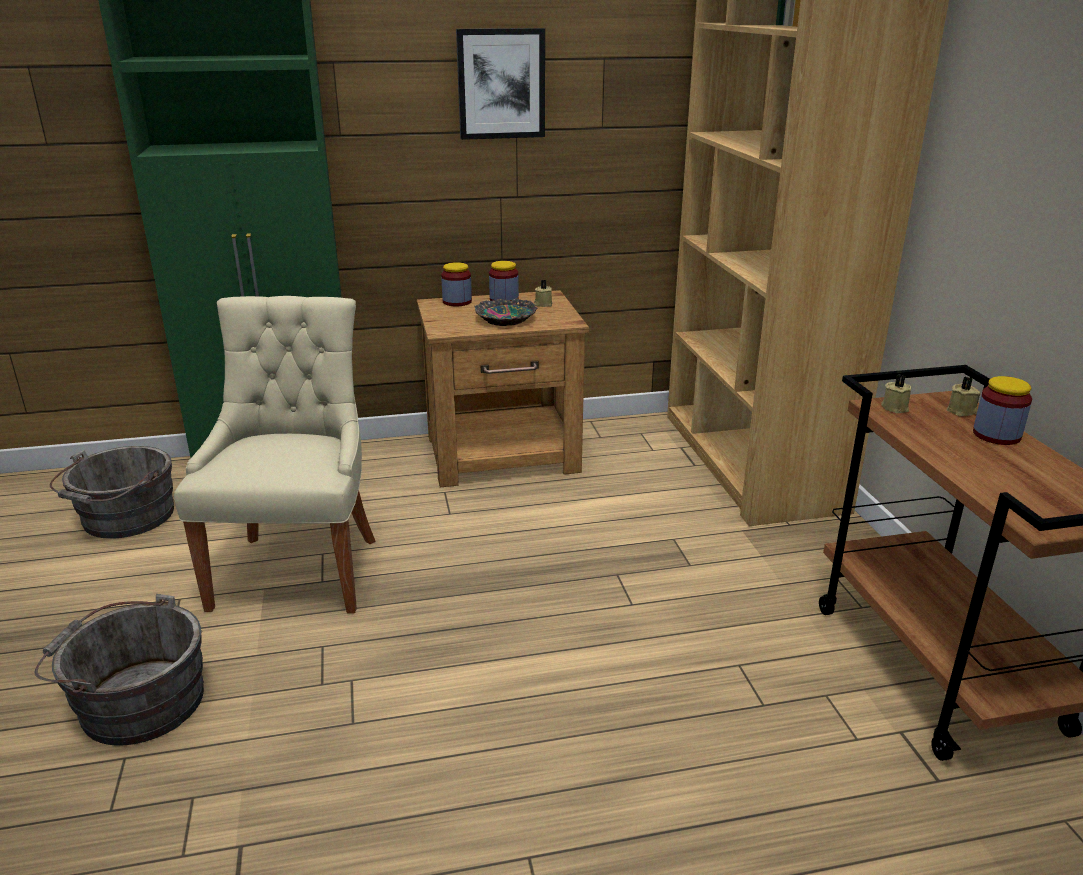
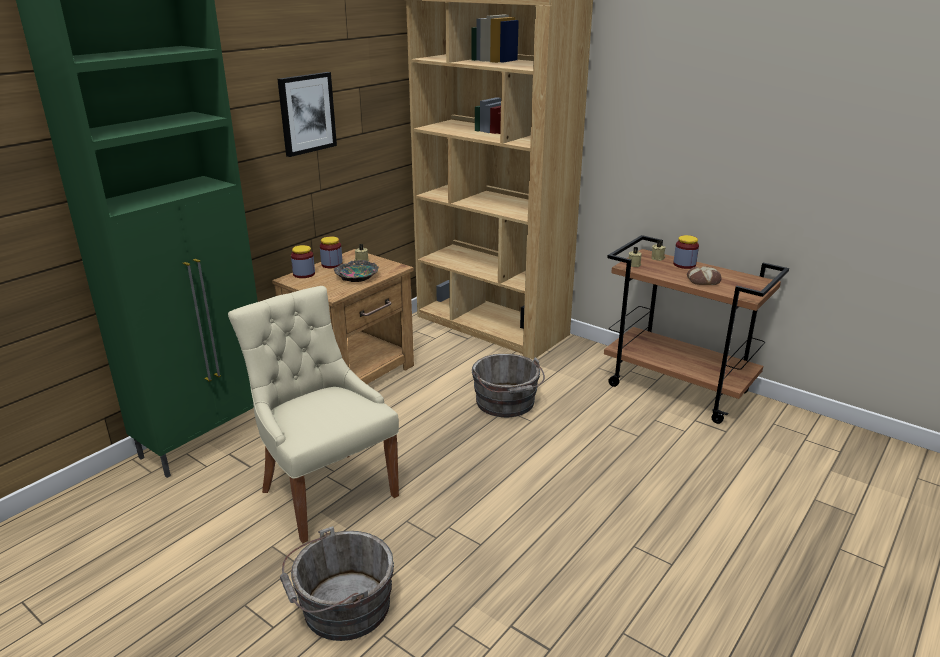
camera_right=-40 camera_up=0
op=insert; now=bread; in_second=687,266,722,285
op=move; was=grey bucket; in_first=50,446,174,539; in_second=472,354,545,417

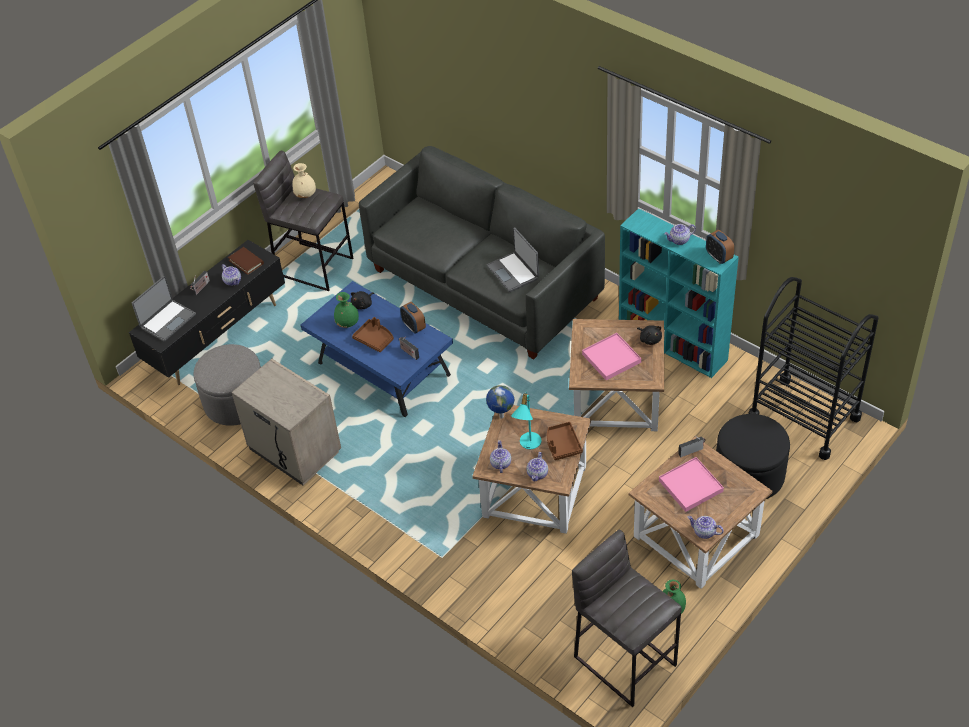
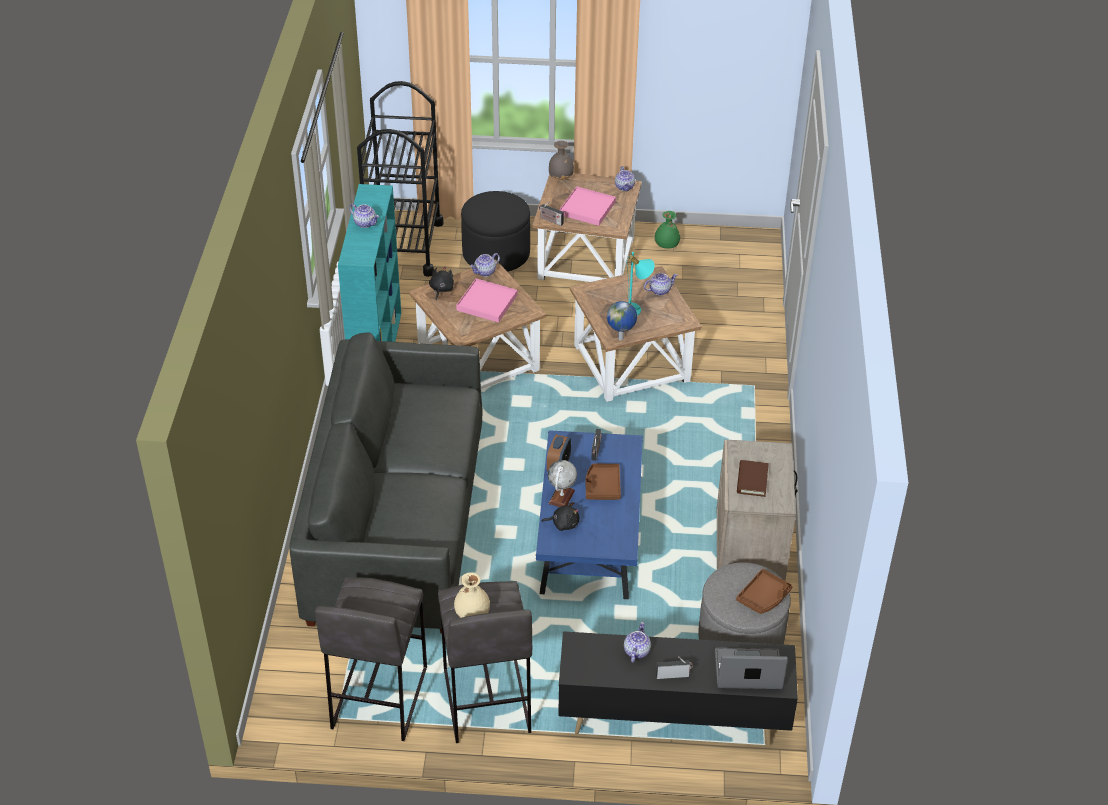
camera_right=-130 camera_up=-5
op=delete; was=green vase; in_first=334,292,359,328
op=delete; was=laptop; in_first=487,227,539,292
op=delete; was=alarm clock; in_first=706,230,734,264
op=insert; now=globe; in_second=548,460,577,507
op=insert; now=grey vase; in_second=549,141,574,179
op=move; was=brown book; in_first=228,247,264,275; in_second=737,460,769,497
op=move; was=teapot; in_first=490,440,511,473; in_second=470,253,500,277
op=move; was=brown tray; in_first=547,422,583,460; in_second=736,569,793,614
op=move; was=grey stool; in_first=572,530,682,707; in_second=315,577,427,741

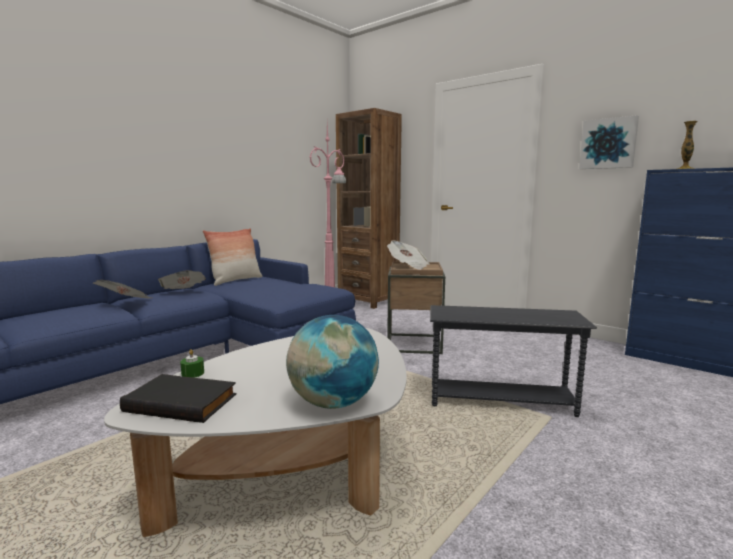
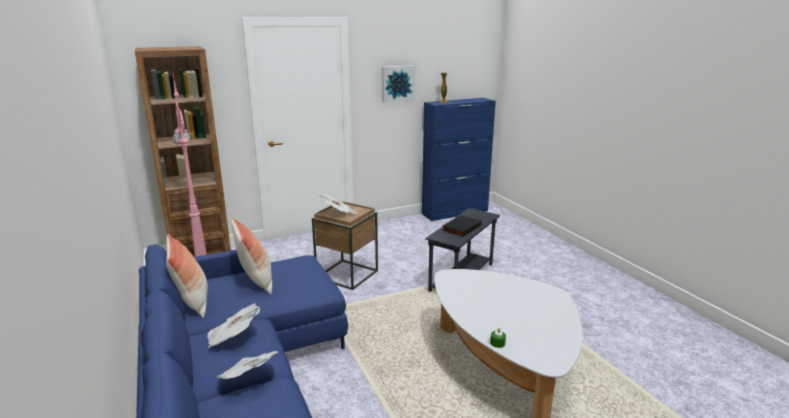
camera_right=-65 camera_up=10
op=delete; was=globe; in_first=286,315,379,409
op=insert; now=pillow; in_second=231,217,272,294
op=move; was=black book; in_first=120,374,237,423; in_second=442,215,482,237

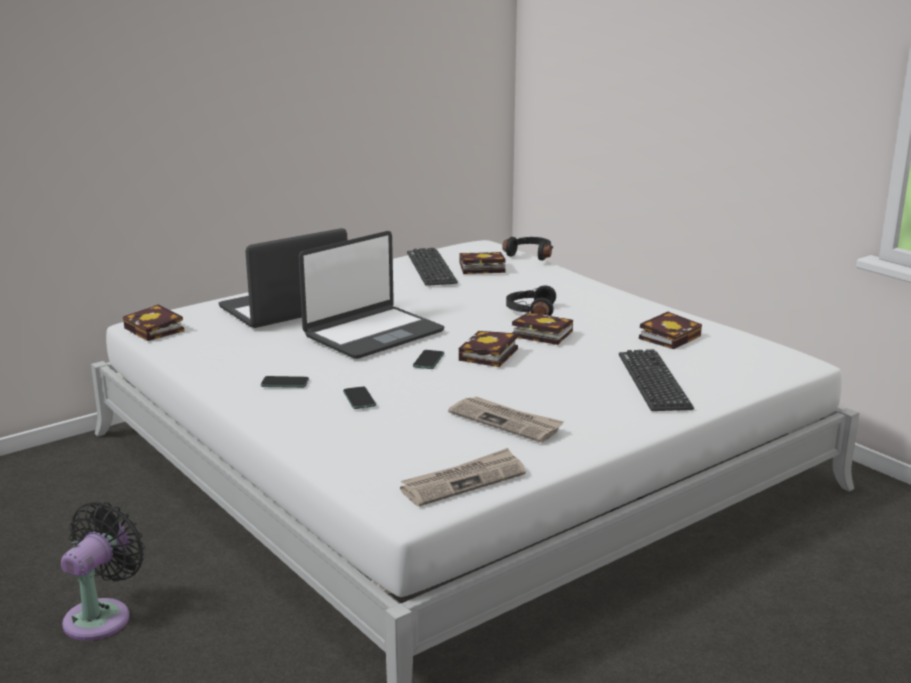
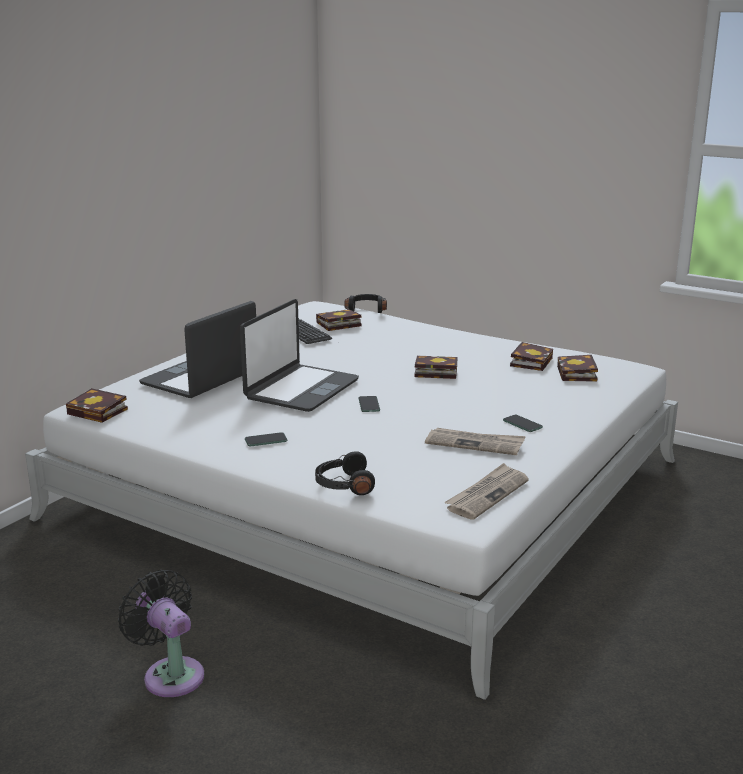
camera_right=-20 camera_up=0
op=delete; was=keyboard; in_first=619,349,694,411
op=move; was=phone; in_first=343,386,376,409; in_second=503,415,543,432
op=move; was=book; in_first=459,331,518,367; in_second=557,355,598,382
op=move; was=black headphones; in_first=506,286,556,316; in_second=315,451,375,495
op=rotate; was=black fan; in_first=61,501,145,641; in_second=118,569,204,697; clockwise=-45

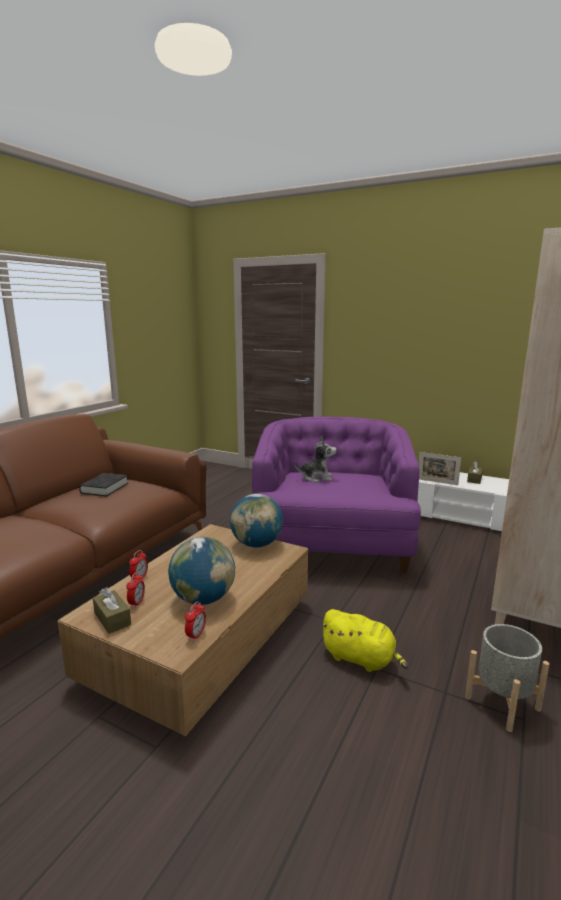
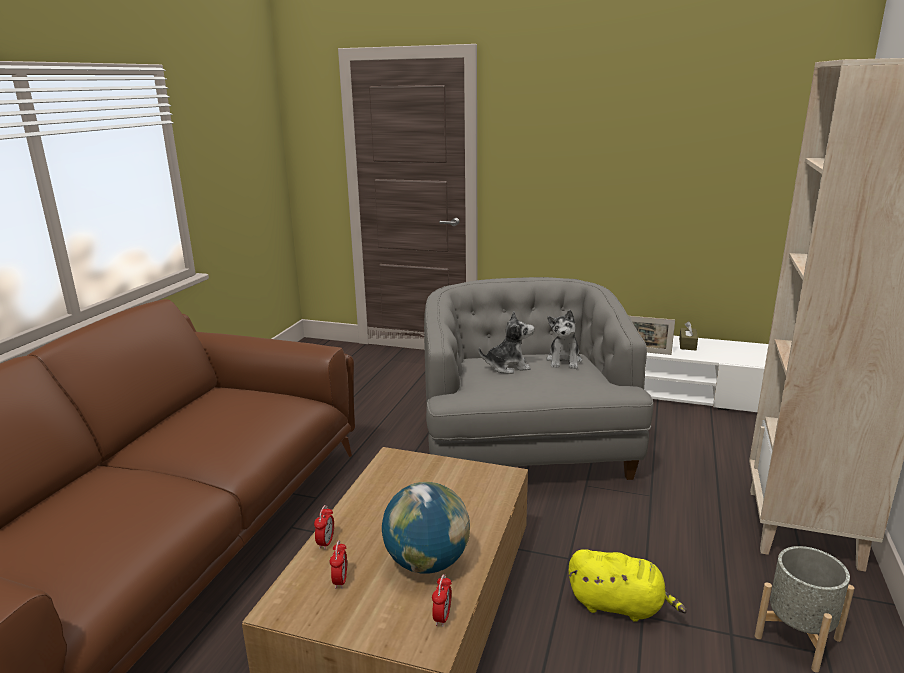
camera_right=-10 camera_up=5
op=delete; was=black book; in_first=79,473,128,496
op=delete; was=brown tissue box; in_first=93,587,131,634
op=delete; was=globe; in_first=230,494,283,547
op=insert; now=plush toy; in_second=546,310,582,369
op=recolor; was=purple armchair; now=grey armchair; in_first=252,416,421,573; in_second=424,277,653,480

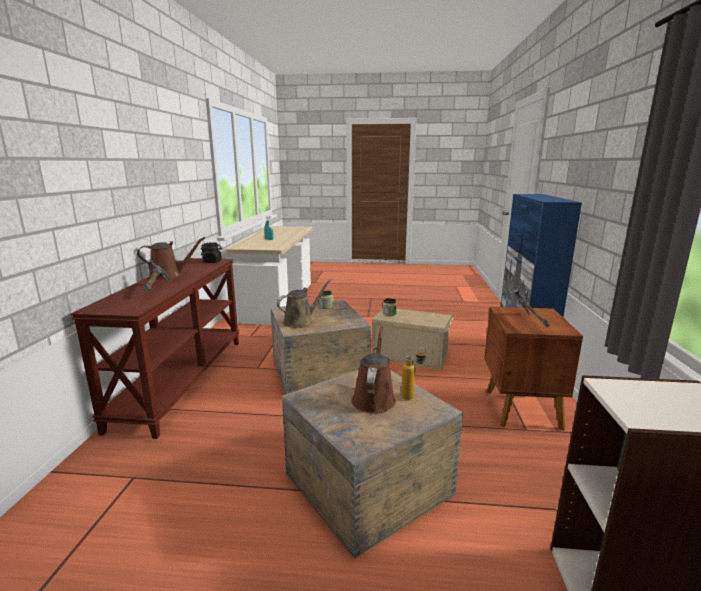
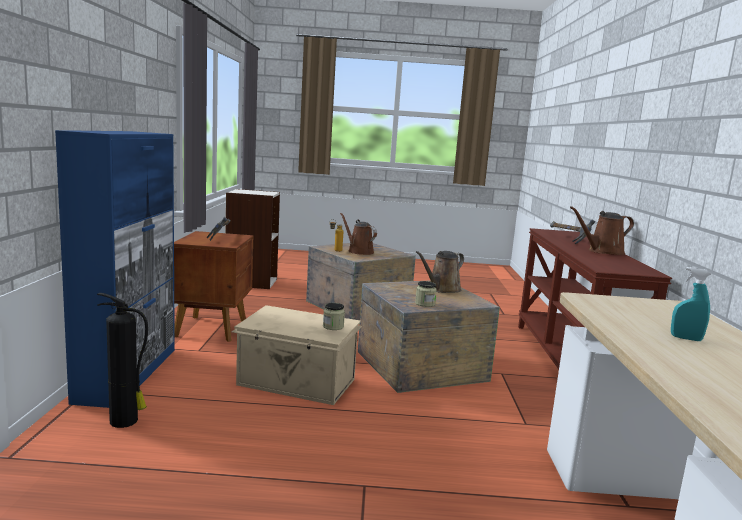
camera_right=175 camera_up=-5
op=delete; was=black jar; in_first=201,242,222,263
op=insert; now=fire extinguisher; in_second=97,293,148,428
op=rotate; was=brown watering can; in_first=352,326,396,414; in_second=340,213,377,255; clockwise=135

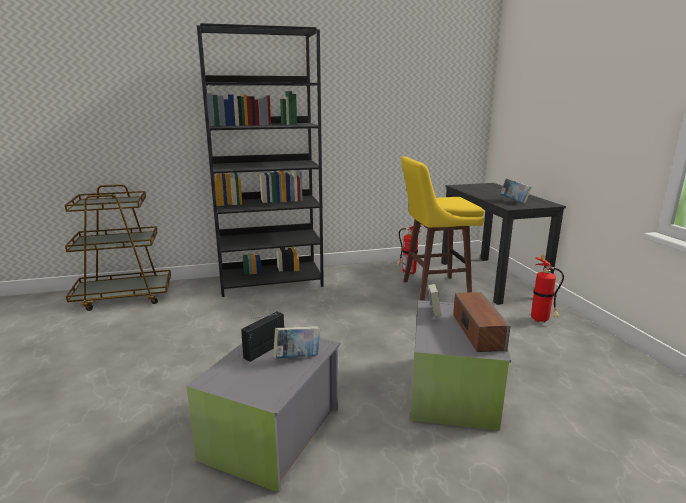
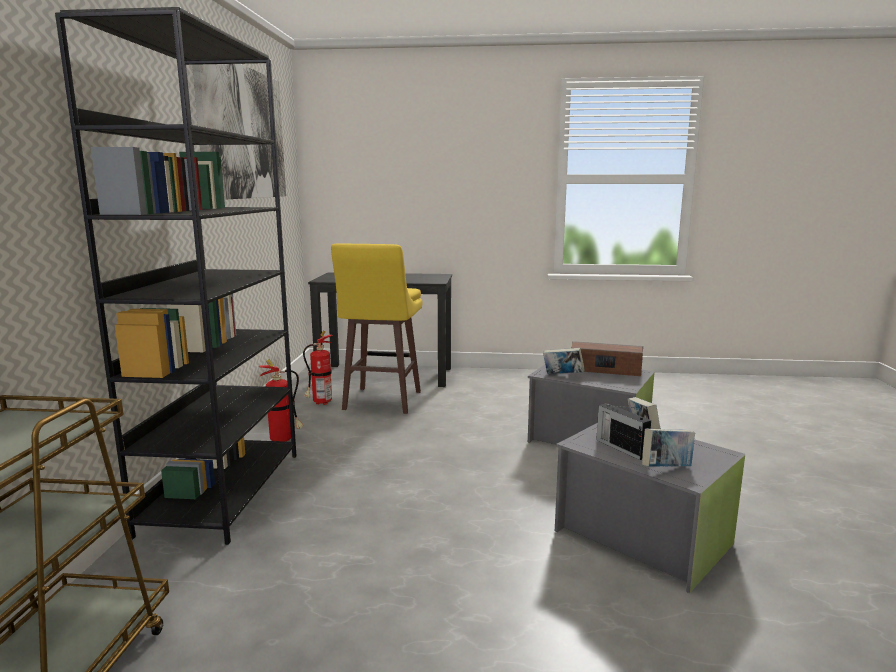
camera_right=-70 camera_up=-5
op=insert; now=picture; in_second=192,64,286,200
op=move; was=book; in_first=500,178,532,203; in_second=642,429,695,467
op=move; was=fire extinguisher; in_first=531,255,564,322; in_second=258,360,303,442

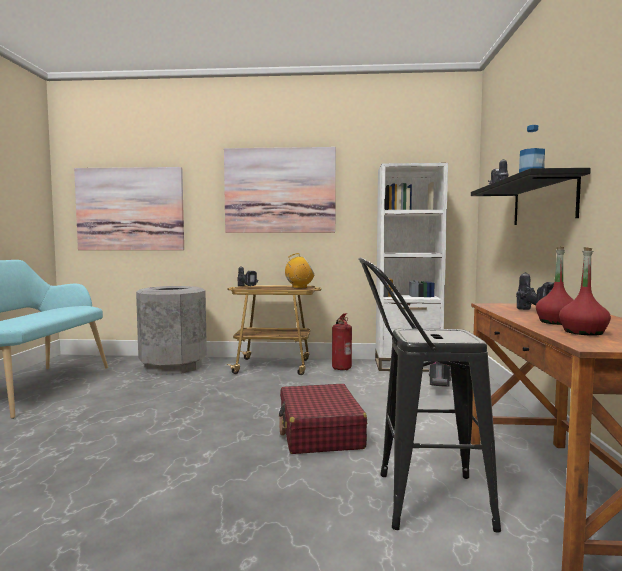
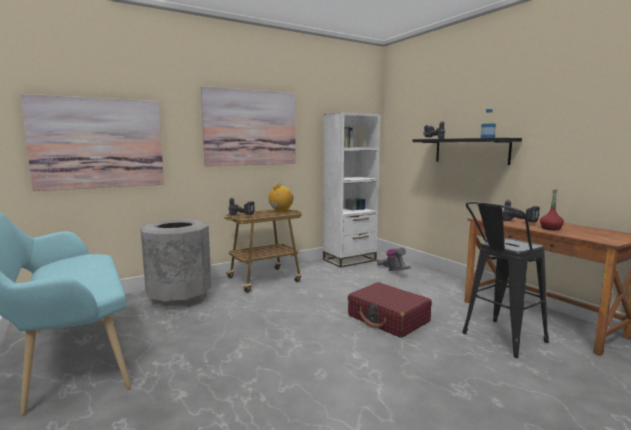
camera_right=-35 camera_up=5
op=delete; was=fire extinguisher; in_first=332,313,352,370
op=delete; was=red bottle; in_first=559,247,611,336

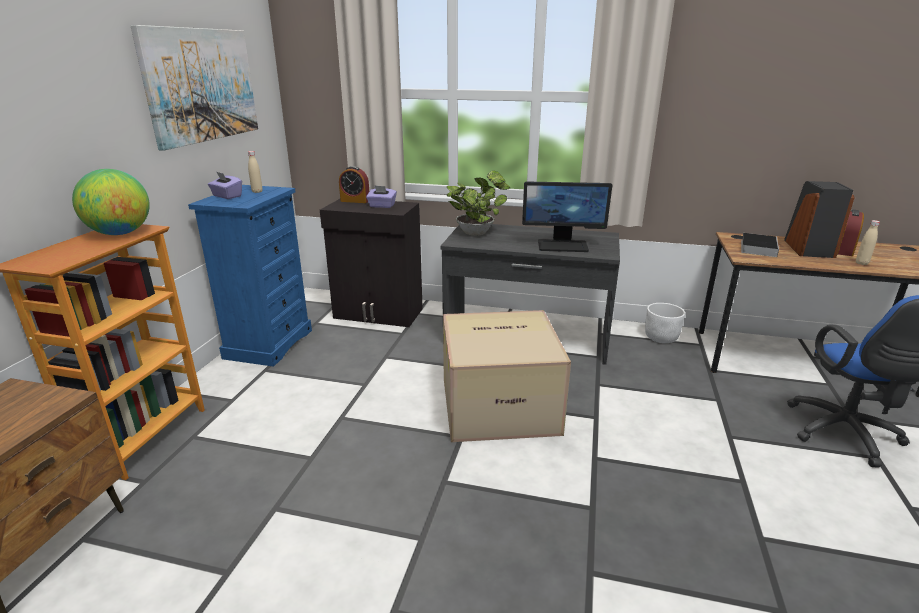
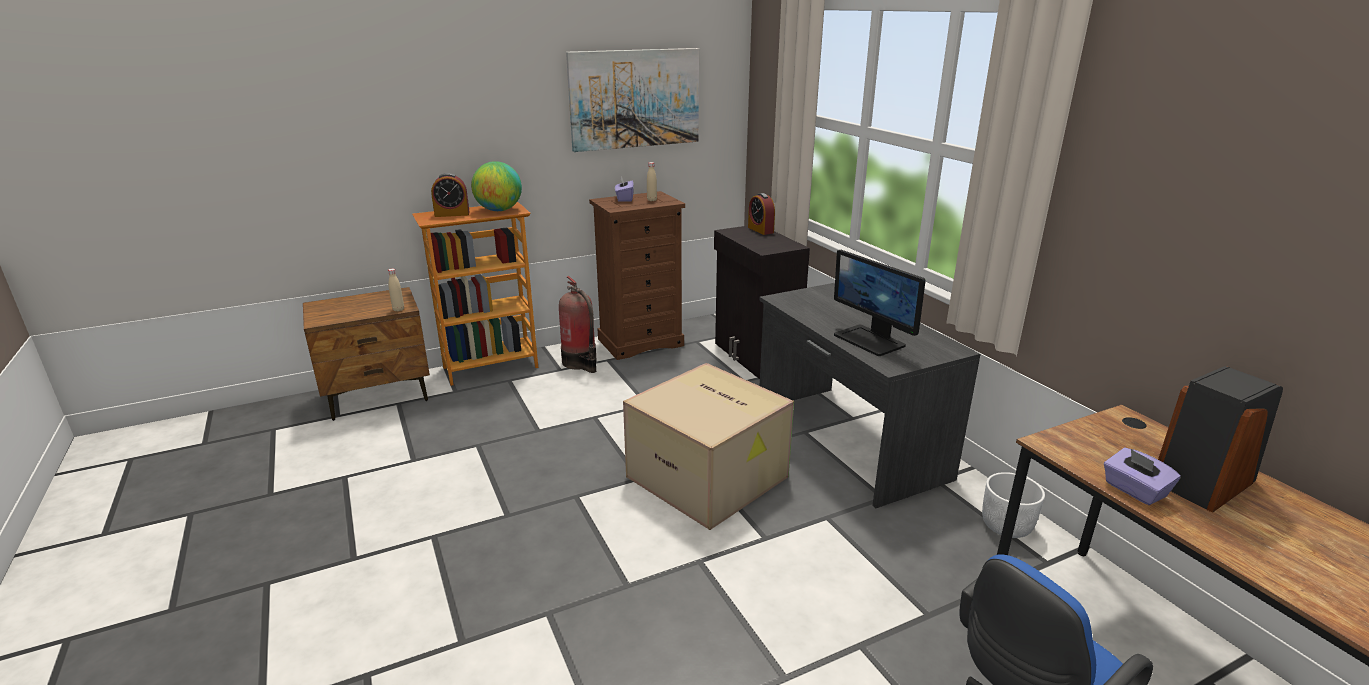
camera_right=50 camera_up=0
op=delete; was=potted plant; in_first=447,171,511,236
op=delete; was=book; in_first=741,233,779,257
op=insert; now=fire extinguisher; in_second=559,276,597,373
op=move; was=purple tissue box; in_first=366,185,397,208; in_second=1104,447,1181,505
op=move; was=alarm clock; in_first=838,210,864,256; in_second=431,173,470,217
op=move; was=beige bottle; in_first=856,220,880,265; in_second=388,269,404,311
op=recolor; was=blue dresser; now=brown dresser; in_first=188,185,312,367; in_second=589,191,685,360

